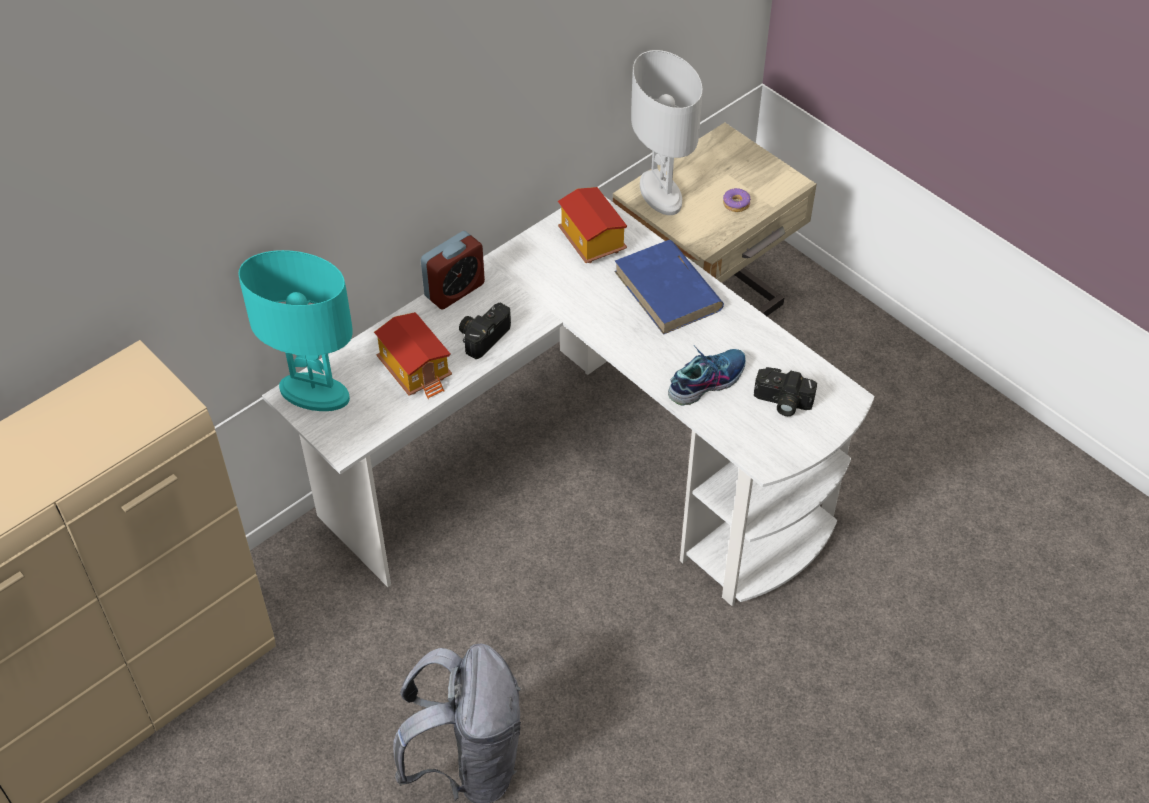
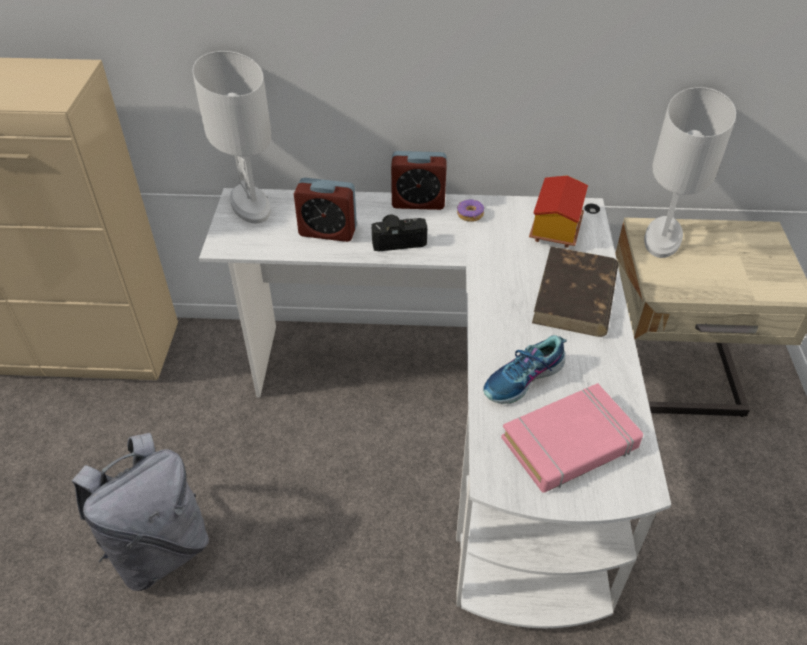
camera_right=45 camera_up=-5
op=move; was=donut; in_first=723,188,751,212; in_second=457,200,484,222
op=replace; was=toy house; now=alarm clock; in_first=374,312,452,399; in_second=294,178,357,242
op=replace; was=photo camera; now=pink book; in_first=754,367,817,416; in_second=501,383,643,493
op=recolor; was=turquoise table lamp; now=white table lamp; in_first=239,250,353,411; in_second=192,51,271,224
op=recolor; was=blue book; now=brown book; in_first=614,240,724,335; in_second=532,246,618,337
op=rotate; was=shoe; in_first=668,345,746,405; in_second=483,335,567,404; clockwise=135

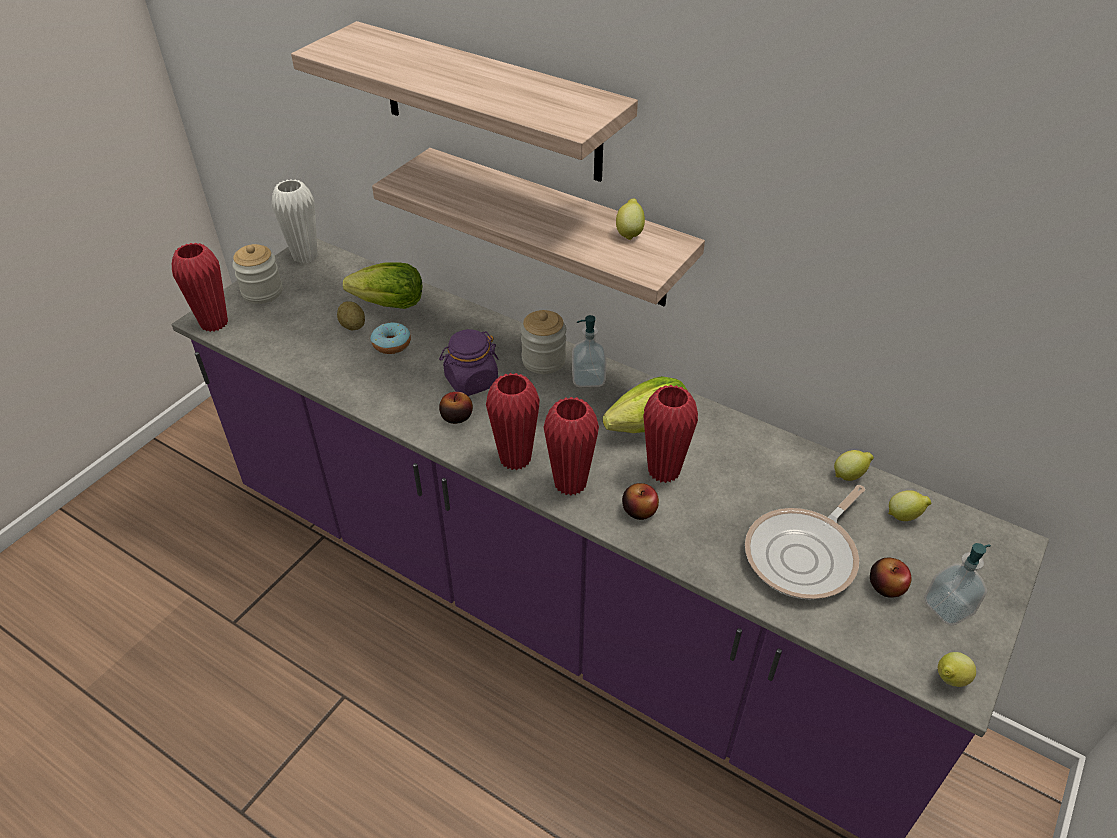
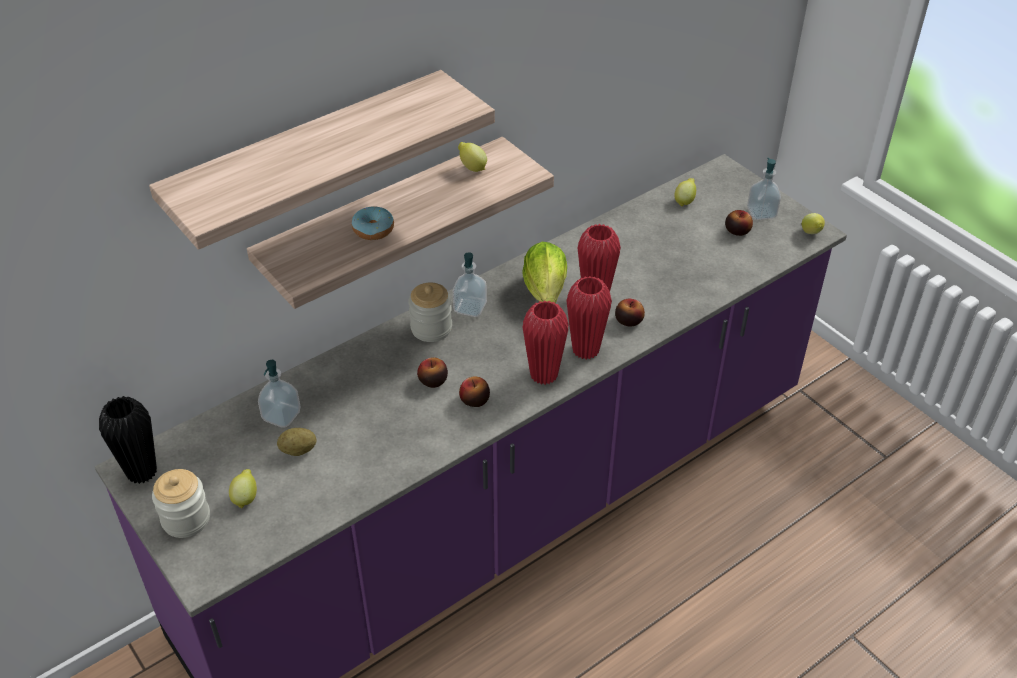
camera_right=-70 camera_up=0
op=delete; was=red vase; in_first=172,243,228,332
op=delete; was=frying pan; in_first=745,485,866,599
op=move; was=donut; in_first=371,322,411,354; in_second=352,206,394,240
op=move; was=lemon; in_first=834,450,874,481; in_second=229,469,257,509
op=replace; was=lettuce; now=soap dispenser; in_first=343,262,422,309; in_second=258,360,300,428
op=replace; was=purple jar; now=apple; in_first=439,329,499,396; in_second=417,357,448,388
op=recolor; was=white vase; now=black vase; in_first=272,179,318,263; in_second=99,396,157,484

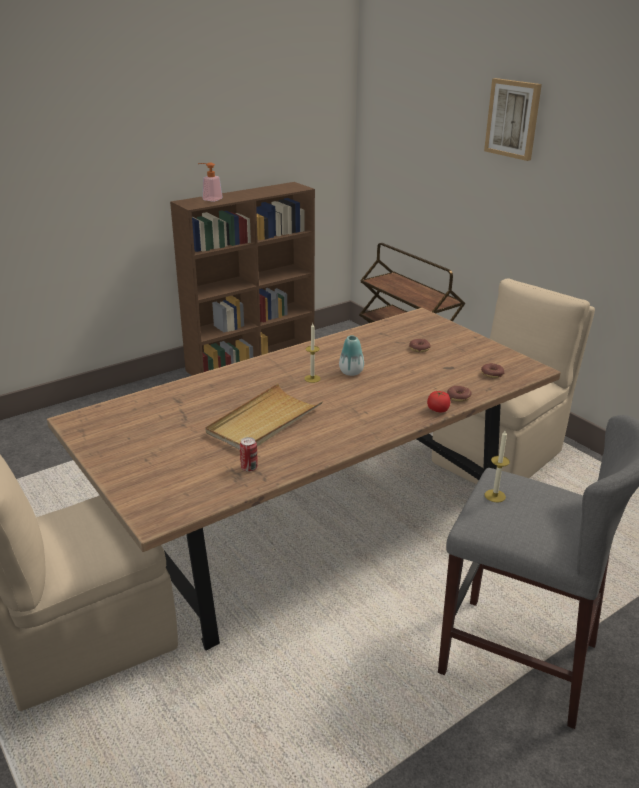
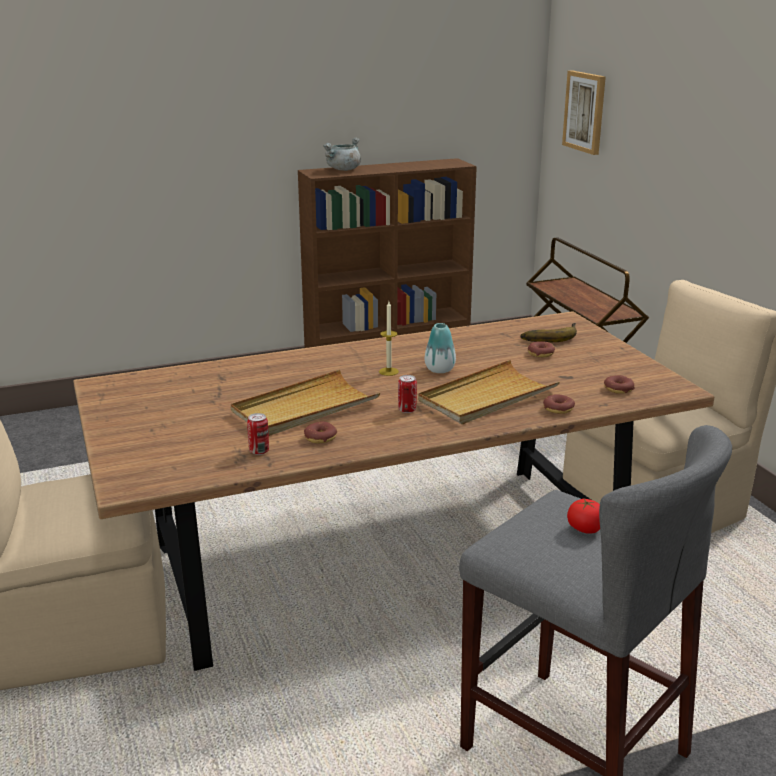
camera_right=15 camera_up=-5
op=delete; was=candle; in_first=485,430,510,502
op=insert; now=donut; in_second=304,421,337,444
op=insert; now=can; in_second=398,375,417,413
op=insert; now=beige tray; in_second=418,360,560,424
op=insert; now=banana; in_second=520,323,577,342
op=move; was=tomato; in_first=427,391,450,412; in_second=567,499,600,534
op=move; was=picture; in_first=484,78,542,161; in_second=562,70,606,155
op=replace; was=soap dispenser; now=grey cooking pot; in_first=198,162,222,202; in_second=323,137,361,171

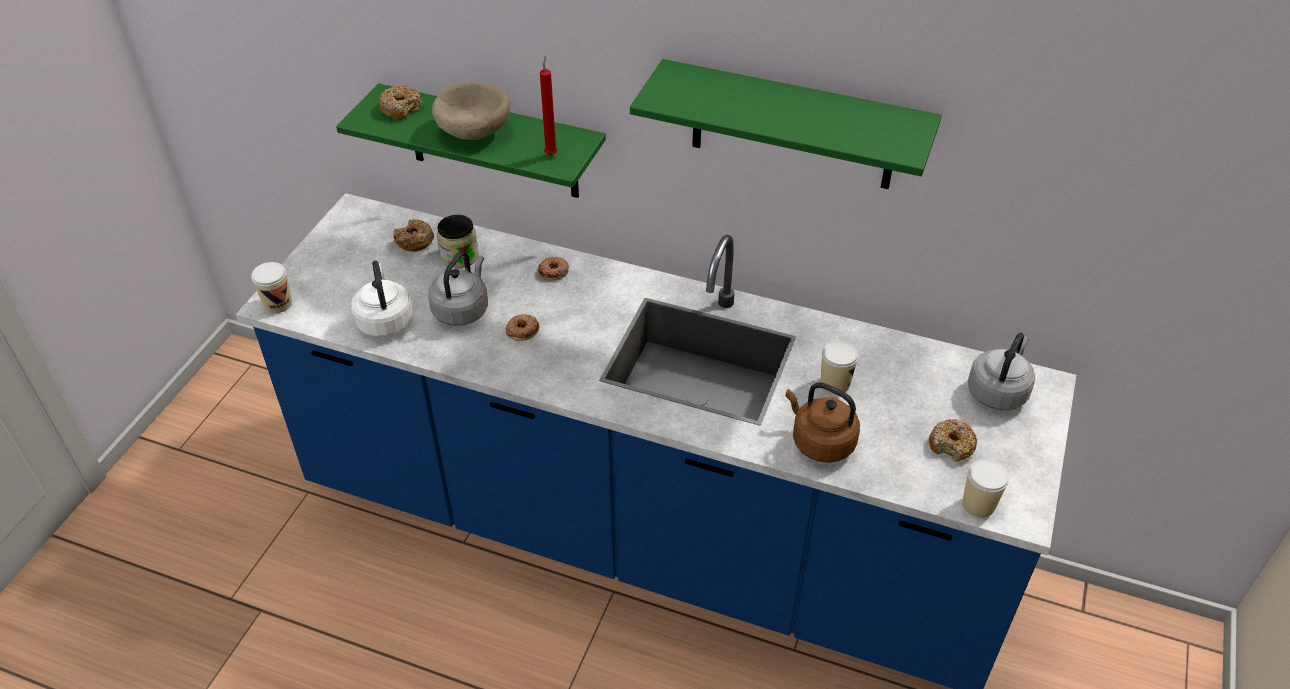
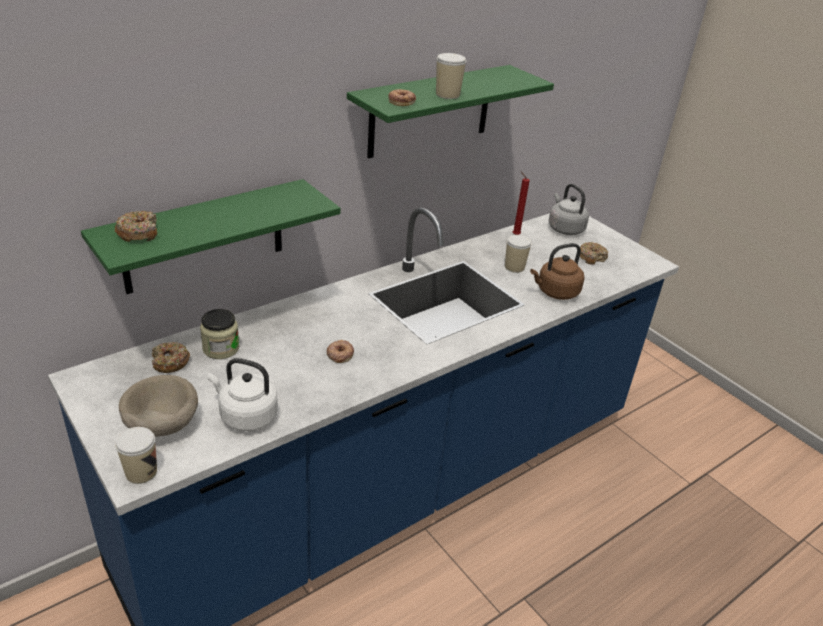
camera_right=-60 camera_up=-10
op=delete; was=grey kettle; in_first=428,252,488,326
op=move; was=beige bowl; in_first=432,82,511,140; in_second=119,375,198,436
op=move; was=donut; in_first=538,257,569,280; in_second=388,89,416,106
op=move; was=red candle; in_first=540,56,557,155; in_second=513,171,530,235
op=move; was=cup; in_first=962,459,1009,518; in_second=436,53,466,99

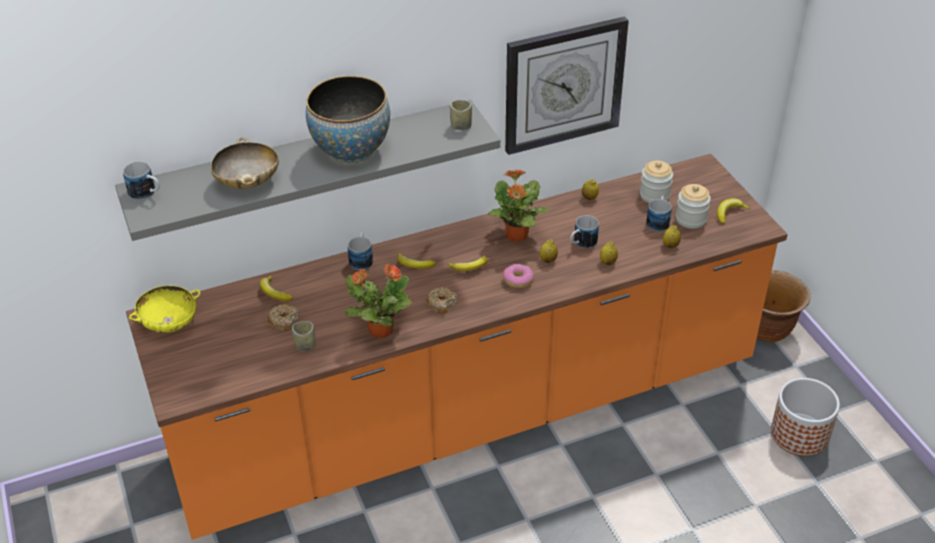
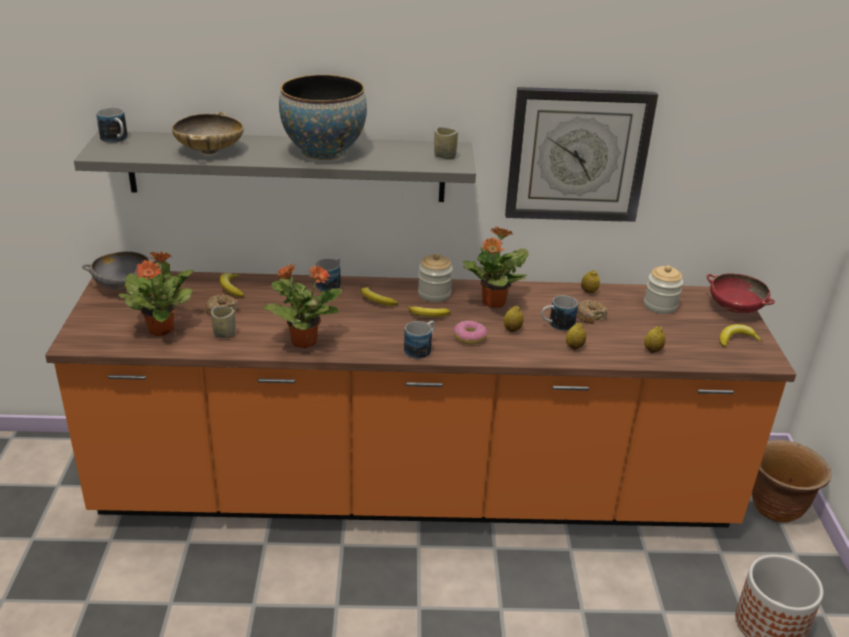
camera_right=20 camera_up=-10
op=insert; now=potted plant; in_second=118,251,194,336
op=insert; now=red bowl; in_second=707,274,775,313
op=move; was=donut; in_first=426,287,458,314; in_second=577,299,608,324
op=move; was=mug; in_first=646,195,672,231; in_second=404,321,435,359
op=move; was=jar; in_first=676,184,711,229; in_second=418,254,453,302
op=recolor; was=yellow bowl; now=grey bowl; in_first=129,285,200,333; in_second=82,251,158,290

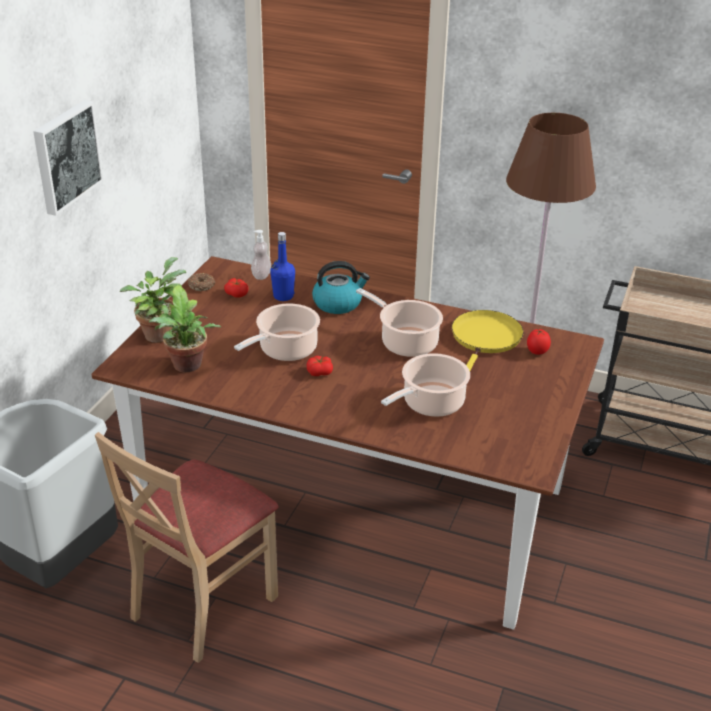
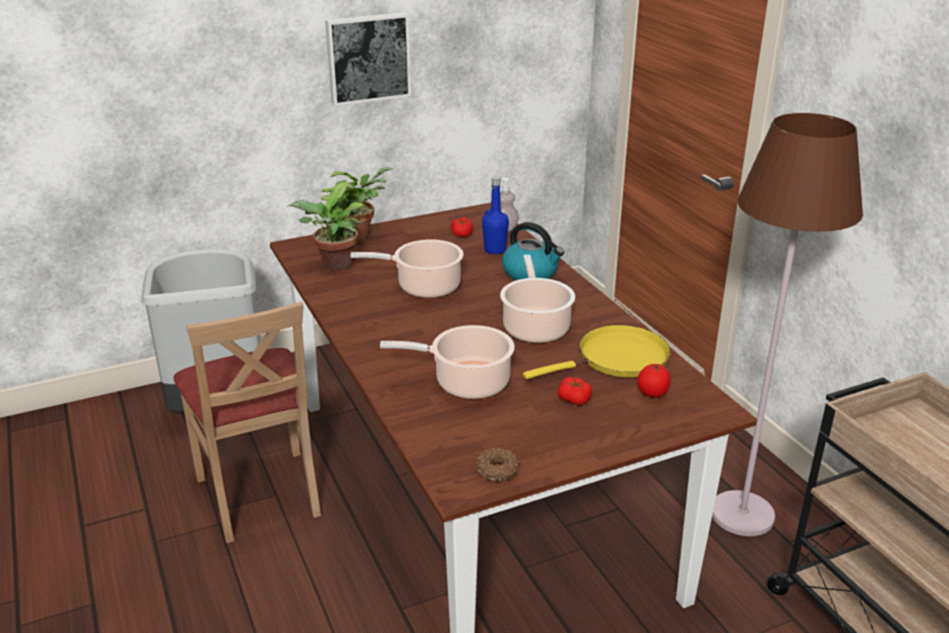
camera_right=45 camera_up=-5
op=move; was=donut; in_first=188,273,215,291; in_second=476,448,519,481
op=move; was=tomato; in_first=307,356,333,376; in_second=558,377,592,405
op=rotate; was=beige chair; in_first=95,432,278,663; in_second=174,302,321,543; clockwise=-105

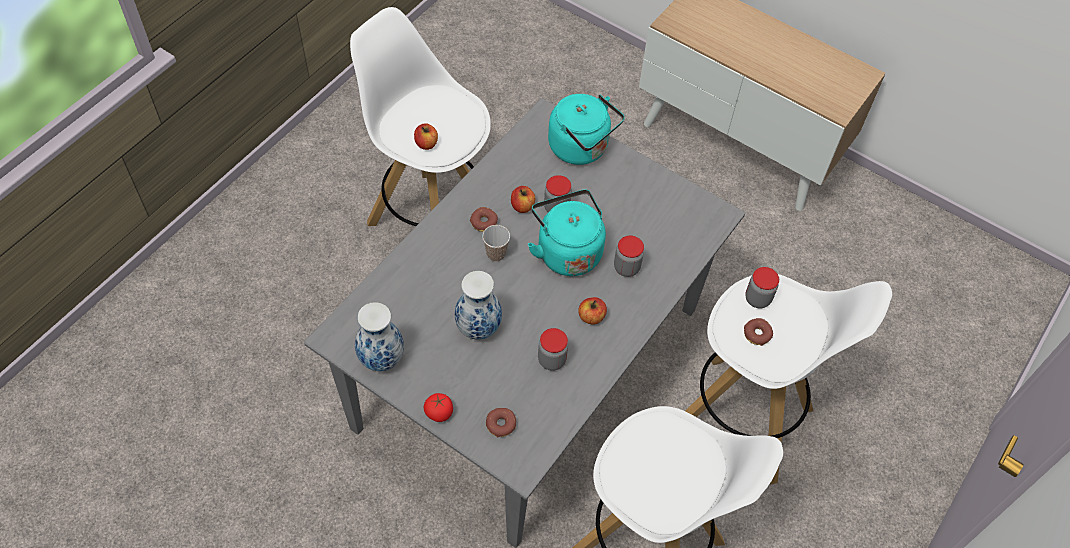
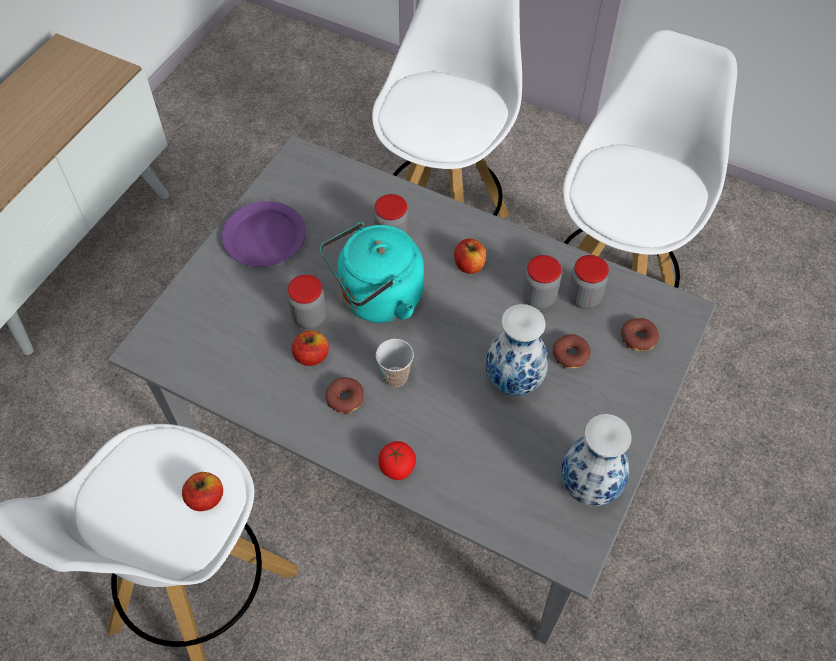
camera_right=-95 camera_up=0
op=delete; was=turquoise kettle; in_first=548,94,625,165
op=insert; now=purple plate; in_second=222,201,306,267
op=move; was=tomato; in_first=424,393,453,422; in_second=378,441,416,480
op=move; was=donut; in_first=744,318,773,346; in_second=552,334,591,369
op=move; was=jar; in_first=745,267,779,308; in_second=568,255,609,309

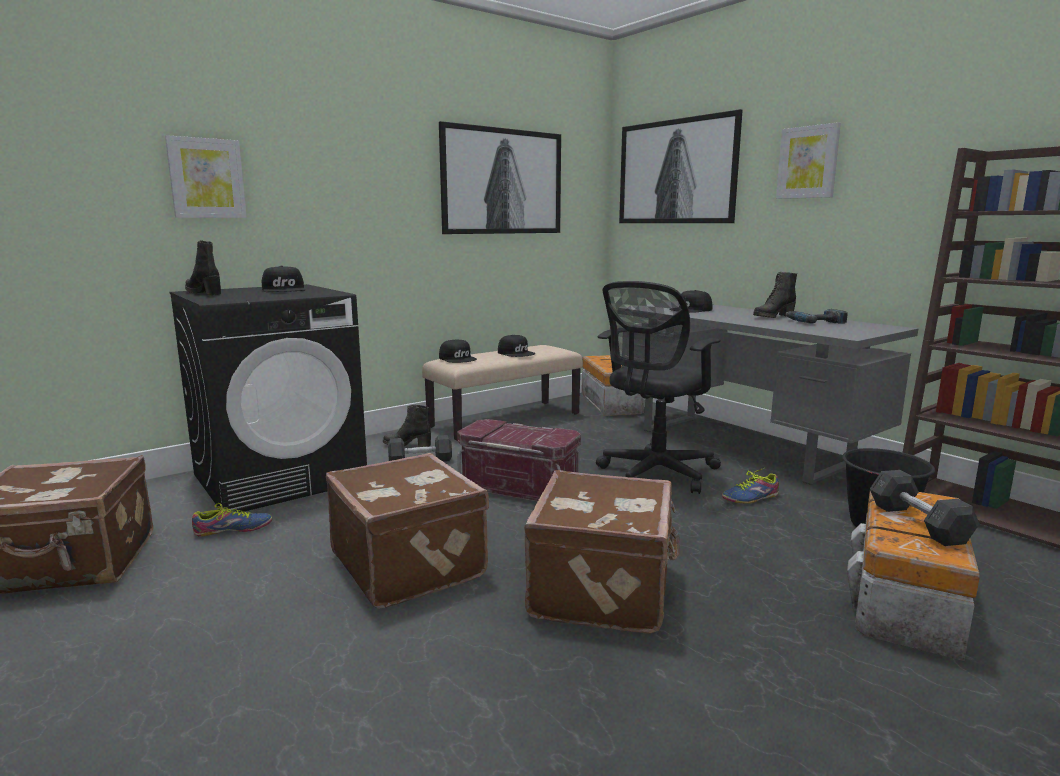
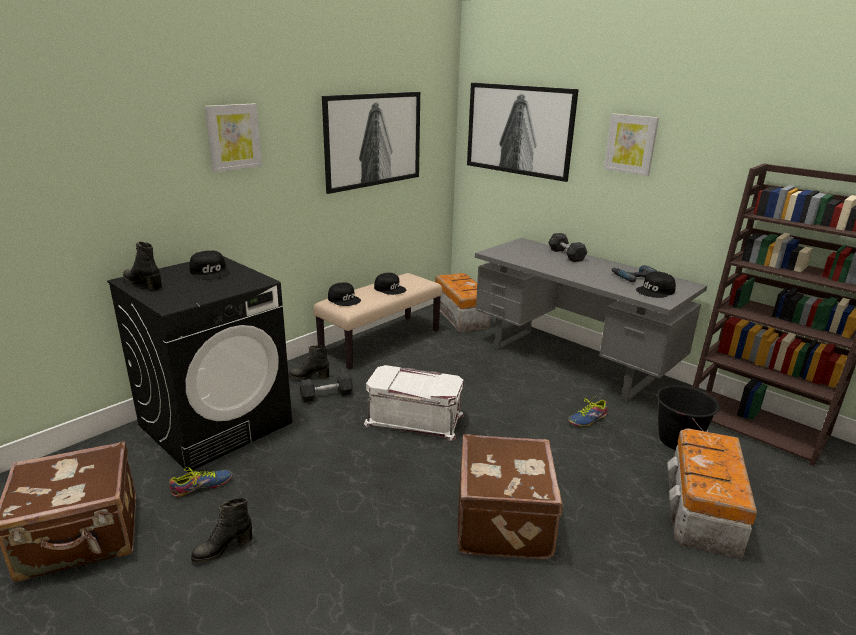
camera_right=-10 camera_up=10
op=delete; was=brown suitcase; in_first=326,453,489,609
op=delete; was=black office chair; in_first=596,281,721,494
op=move; was=picture; in_first=165,135,247,218; in_second=205,104,262,172
op=move; was=black cap; in_first=669,290,713,313; in_second=636,271,676,298
op=move; was=black boot; in_first=753,272,797,318; in_second=191,498,252,563
op=move; was=grey dumbbell; in_first=870,470,979,546; in_second=548,233,588,262
op=recolor; was=red storage box; now=white storage box; in_first=457,419,581,502; in_second=364,365,464,441

